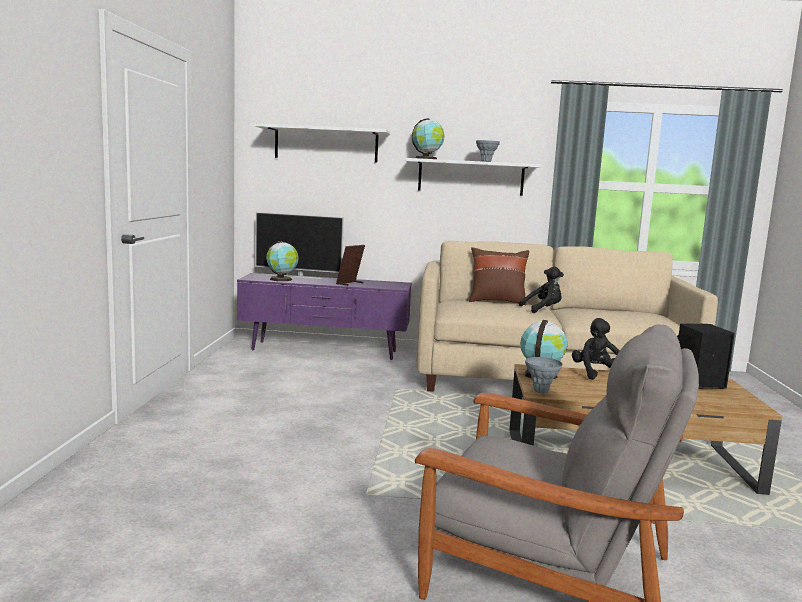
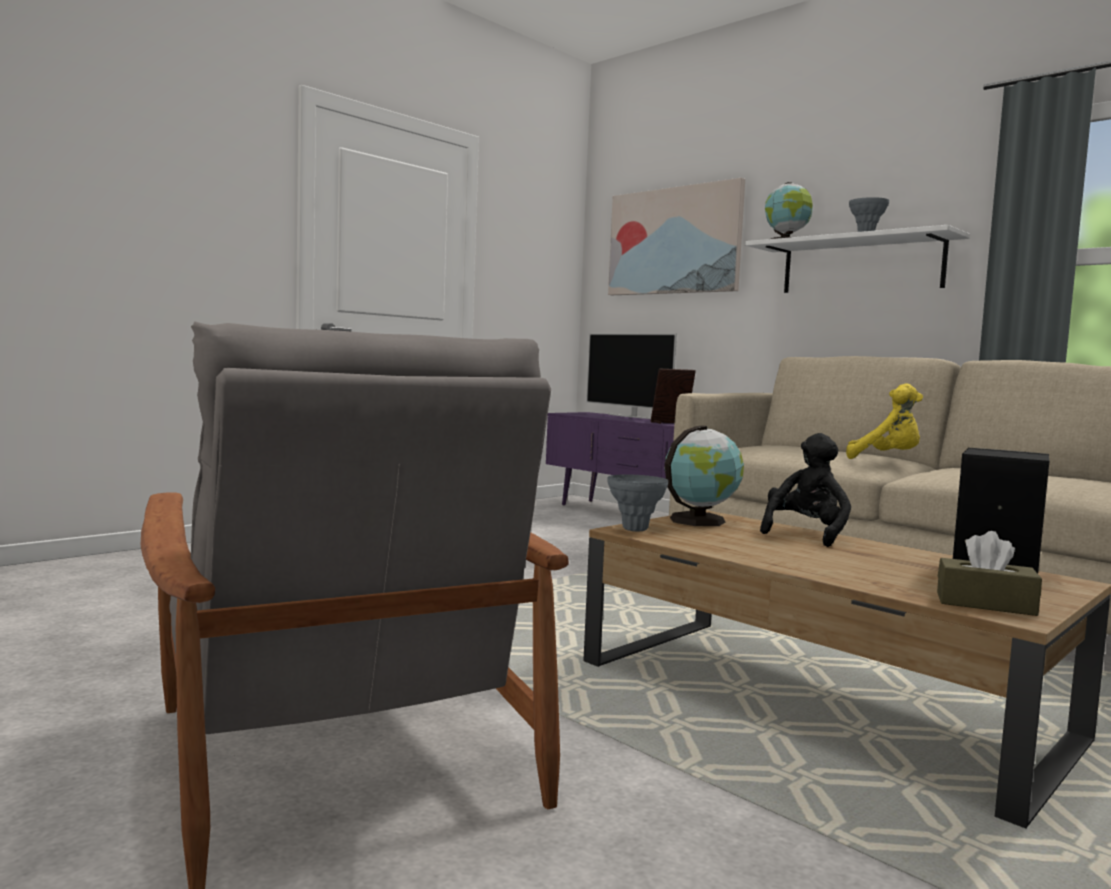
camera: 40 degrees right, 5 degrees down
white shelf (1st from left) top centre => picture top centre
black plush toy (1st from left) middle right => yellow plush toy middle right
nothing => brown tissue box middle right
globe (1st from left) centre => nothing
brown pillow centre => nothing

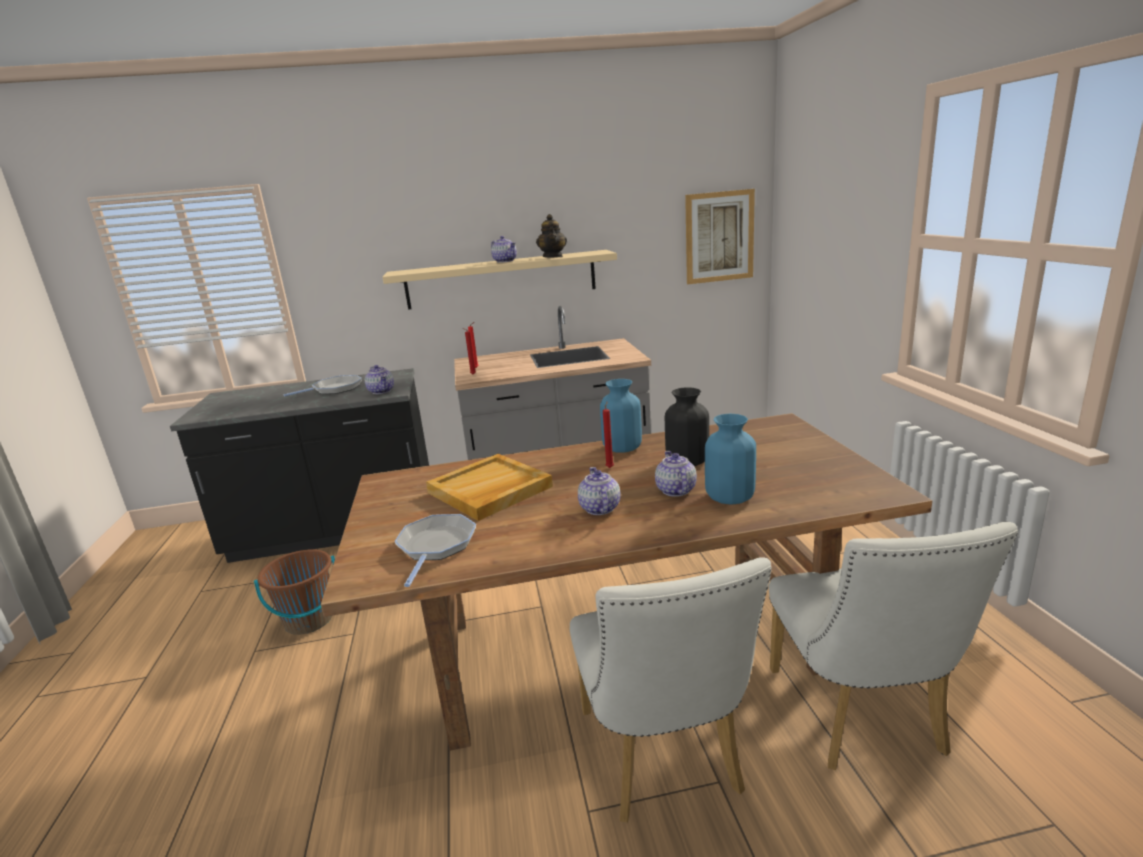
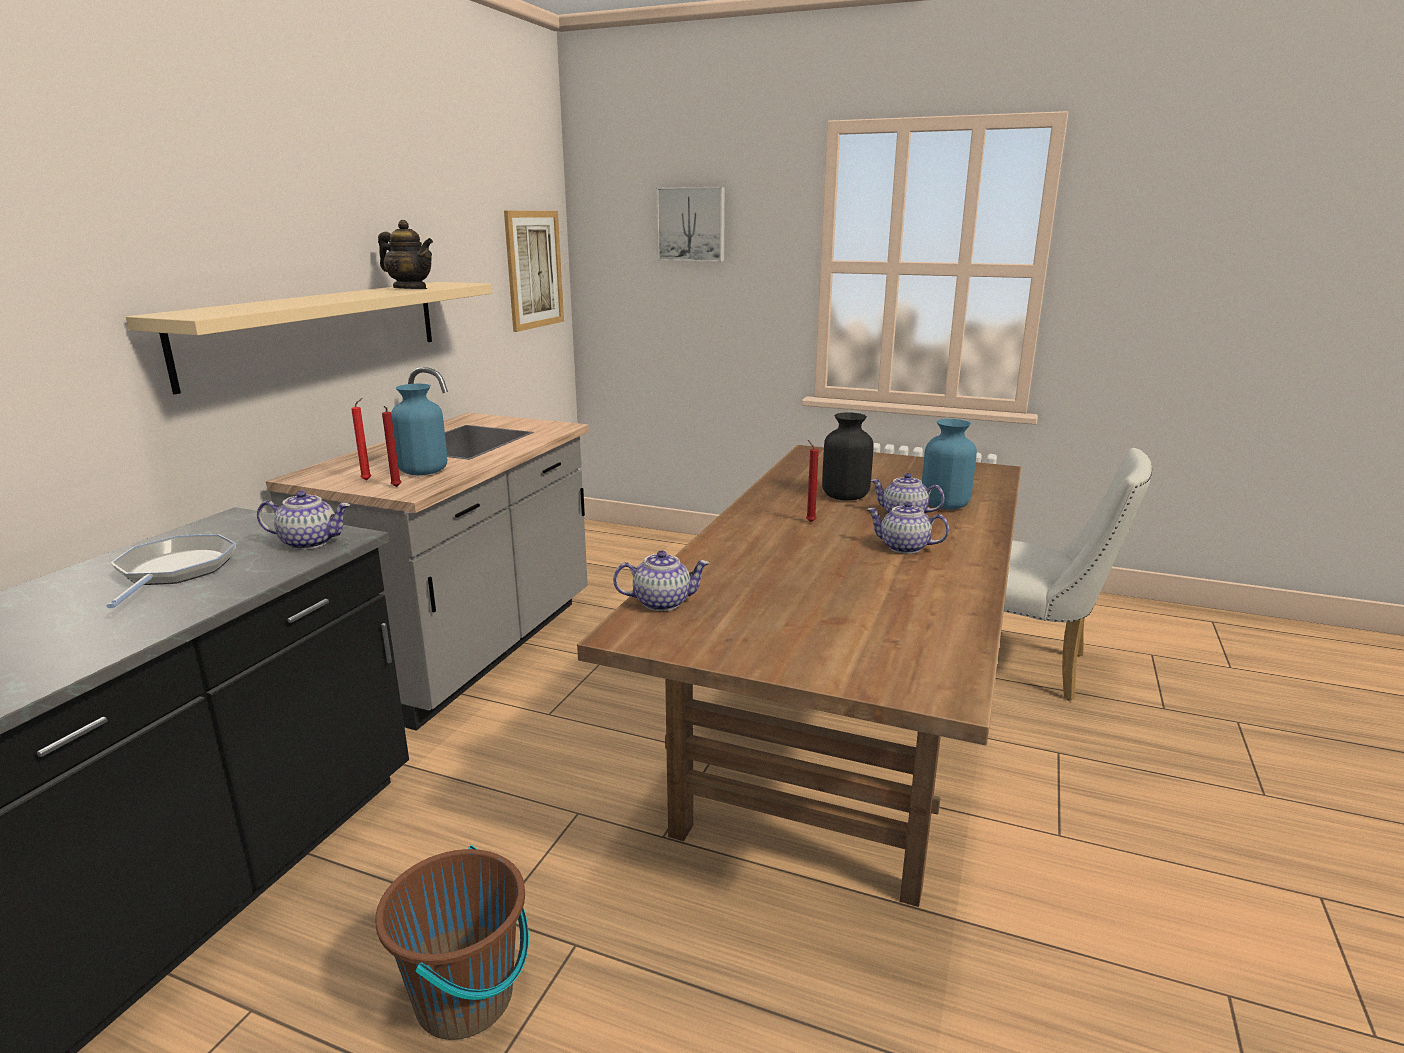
camera: 60 degrees left, 0 degrees up
blue vase (1st from left) centre => blue vase (1st from left) middle left, move
teapot (2nd from left in the first image) top centre => teapot (3rd from left) centre, move
nothing => picture (2nd from left) top centre
frying pan (2nd from left) centre => nothing
beige tray centre => nothing
white chair (1st from left) bottom centre => nothing

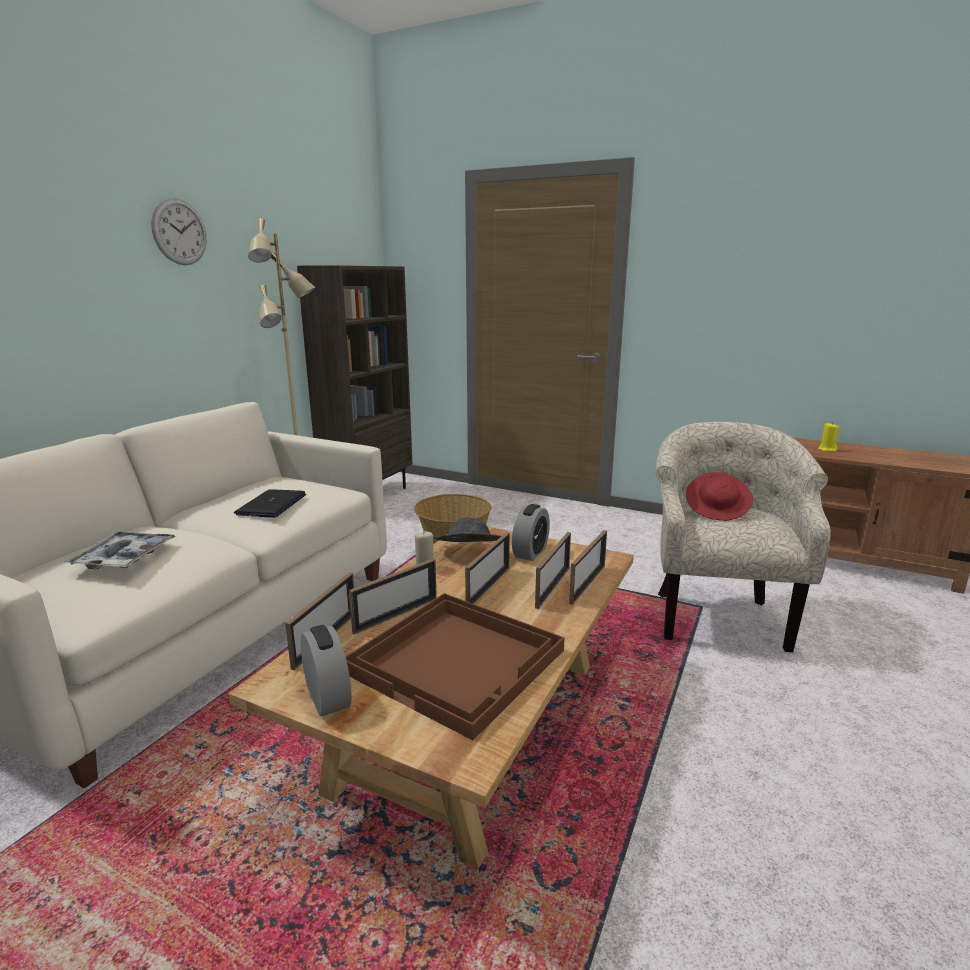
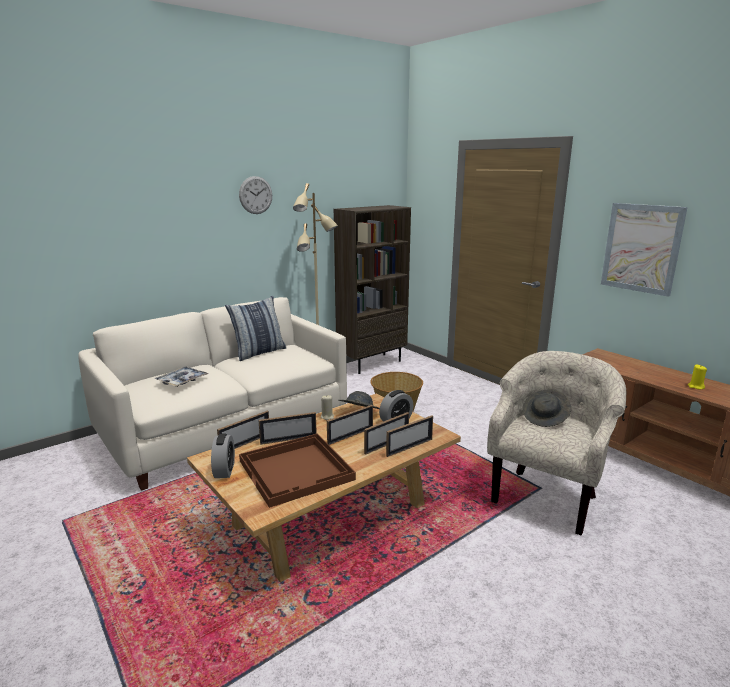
camera: 25 degrees right, 0 degrees up
nothing => pillow centre
red hat middle right => grey hat (2nd from left) middle right
nothing => picture middle right
laptop middle left => nothing

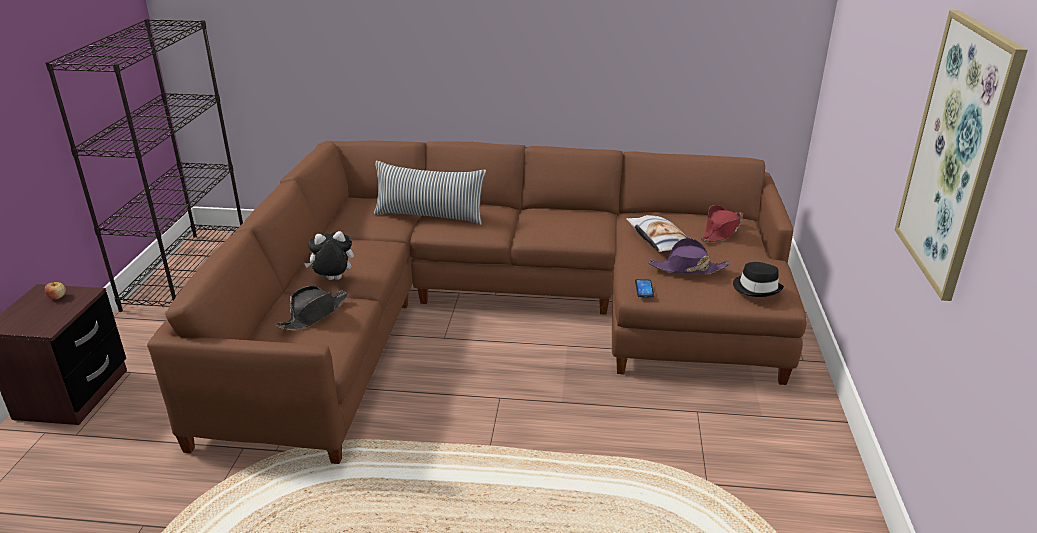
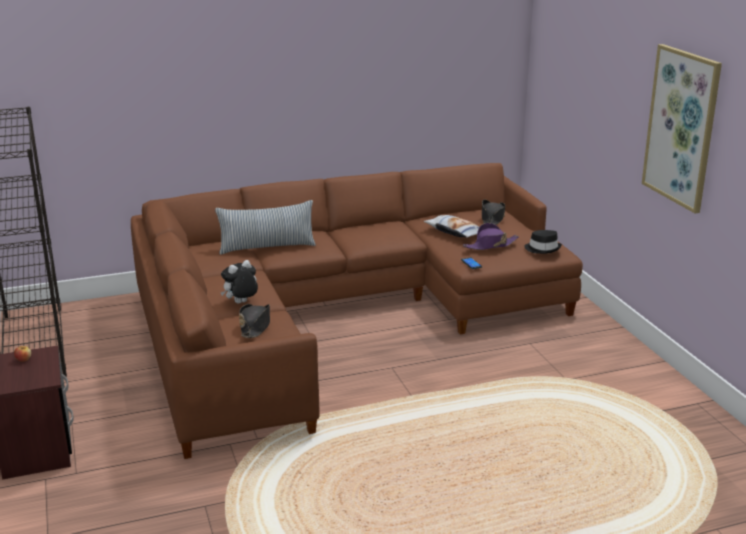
camera: 25 degrees left, 5 degrees down
red hat middle right => black hat (2nd from left) centre

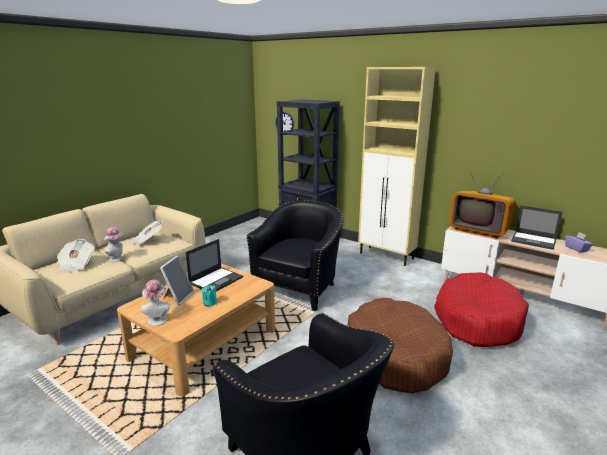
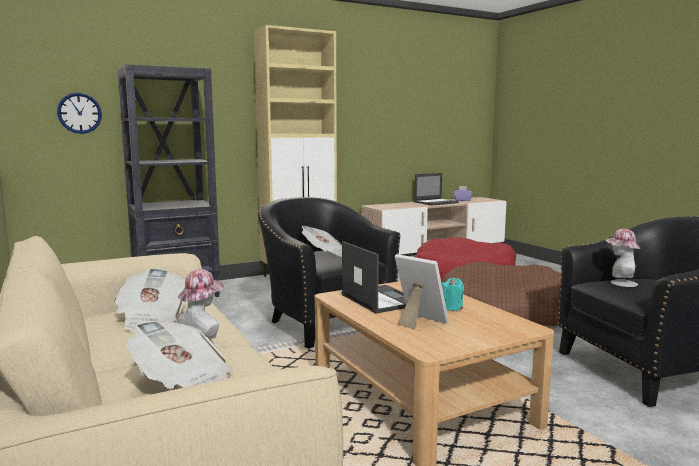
camera: 65 degrees left, 10 degrees down
nothing => newspaper (3rd from left) centre
hat (2nd from left) middle left => hat (2nd from left) middle right, move
television middle right => nothing

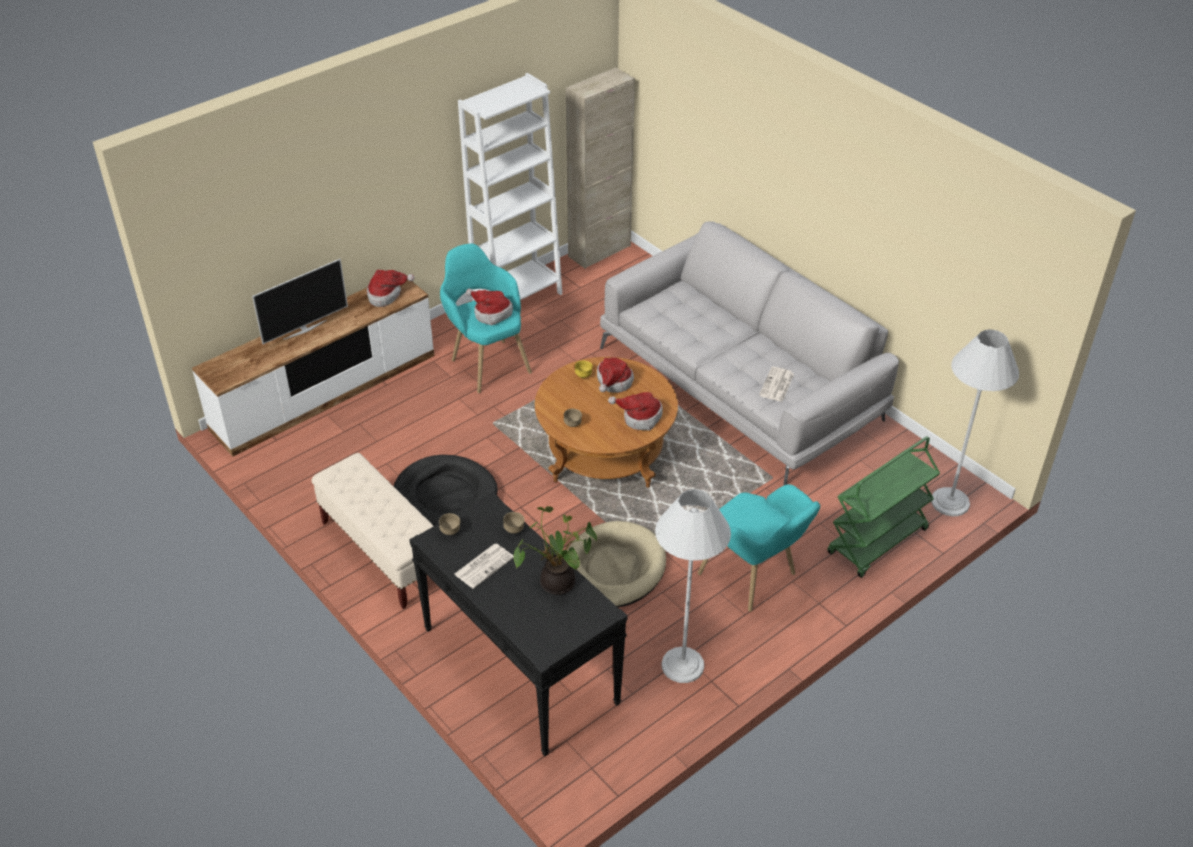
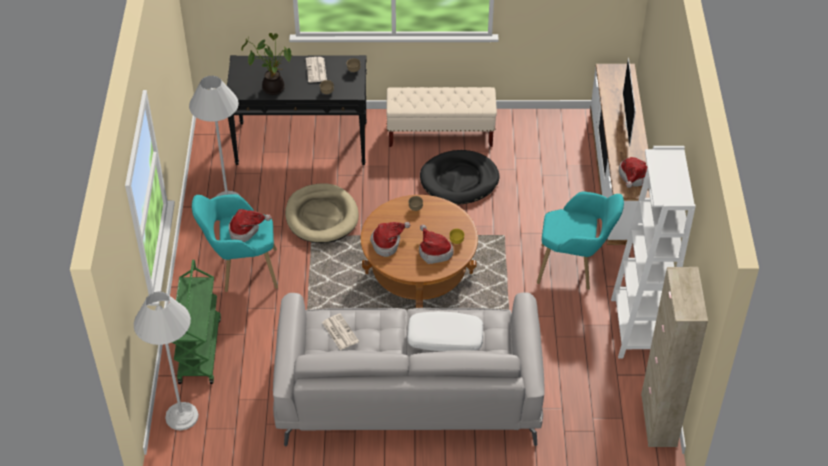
camera: 130 degrees right, 5 degrees up
hat (2nd from left in the first image) centre => hat (1st from left) middle left, move
nothing => white pillow bottom centre

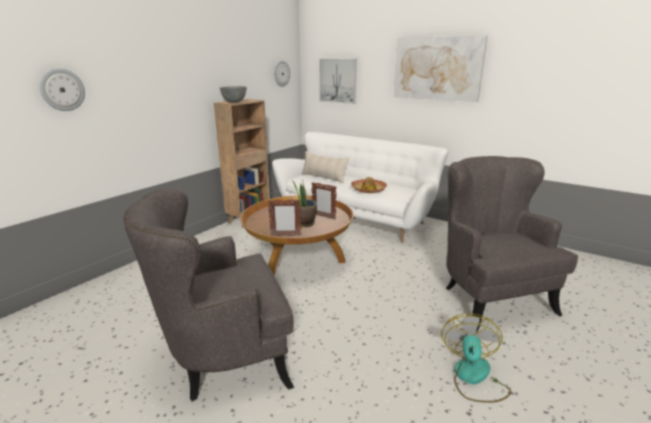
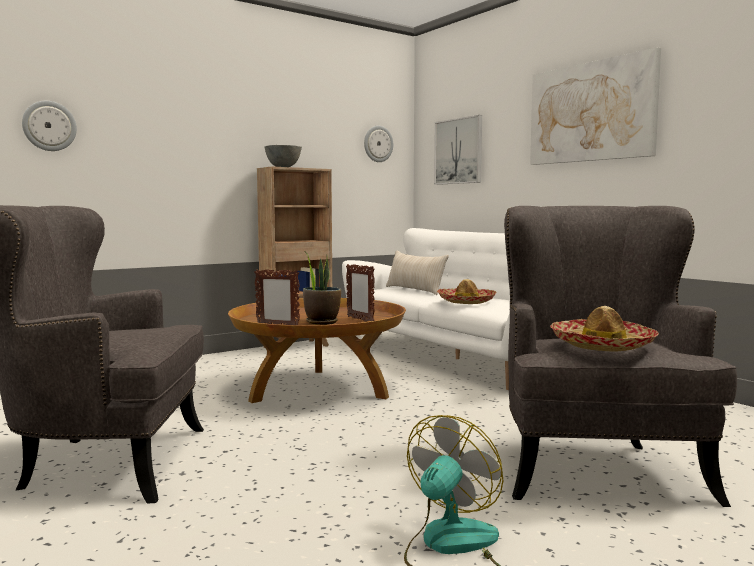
camera: 20 degrees right, 15 degrees down
nothing => hat (2nd from left) middle right

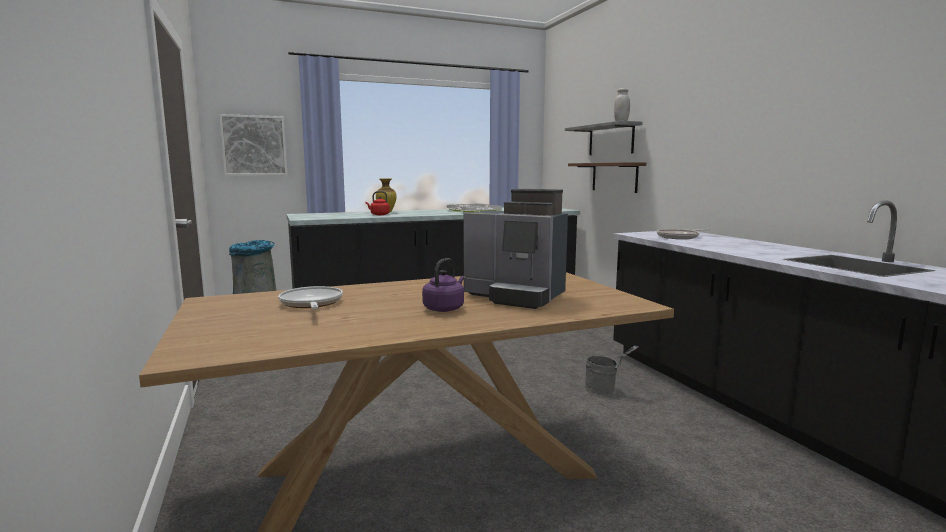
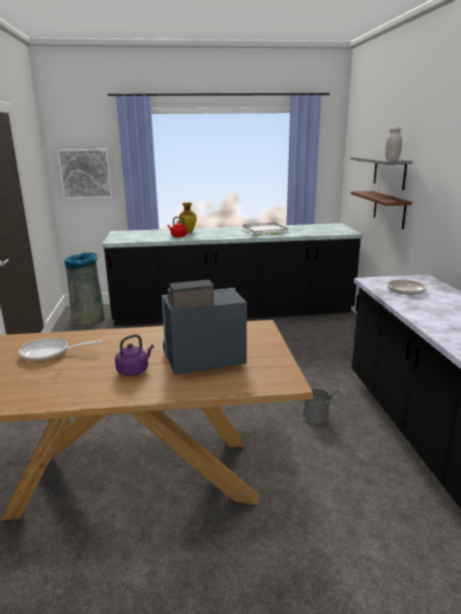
camera: 15 degrees right, 10 degrees up
frying pan (1st from left) middle left, 90 degrees counterclockwise
coffee machine centre, 120 degrees clockwise

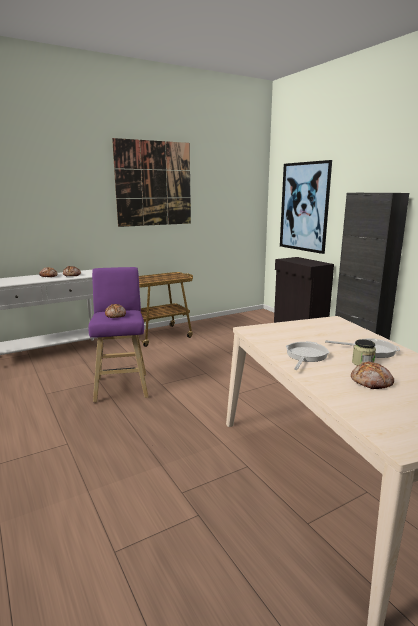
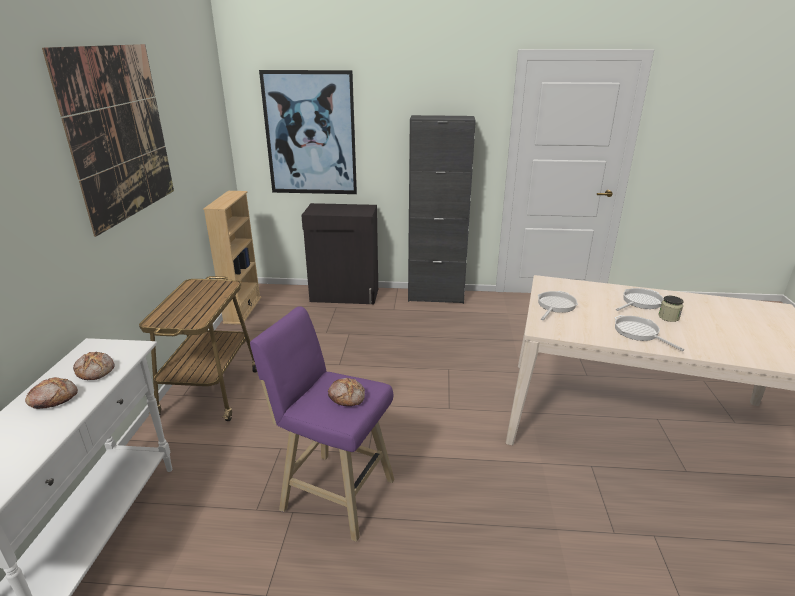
camera: 55 degrees left, 10 degrees up
nothing => beige bookcase middle left
nothing => frying pan (1st from left) middle right
bread (4th from left) middle right => nothing

